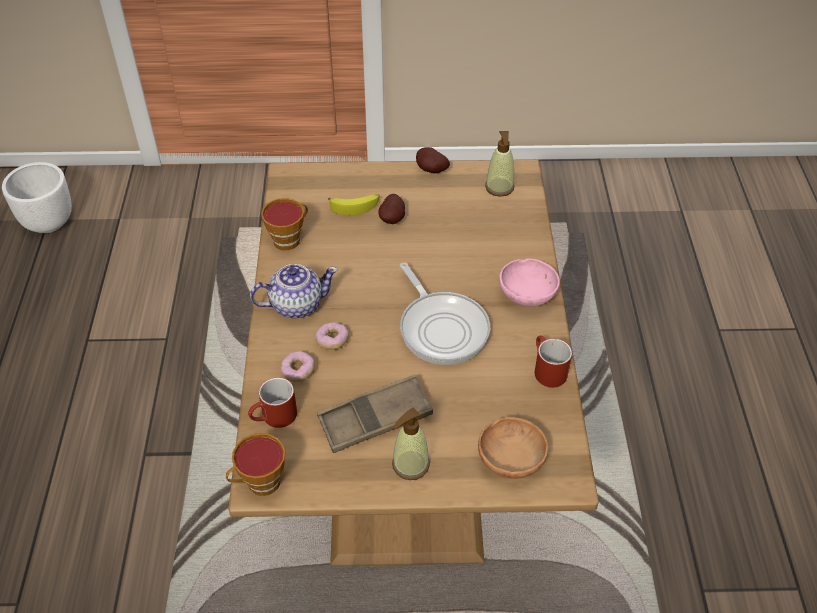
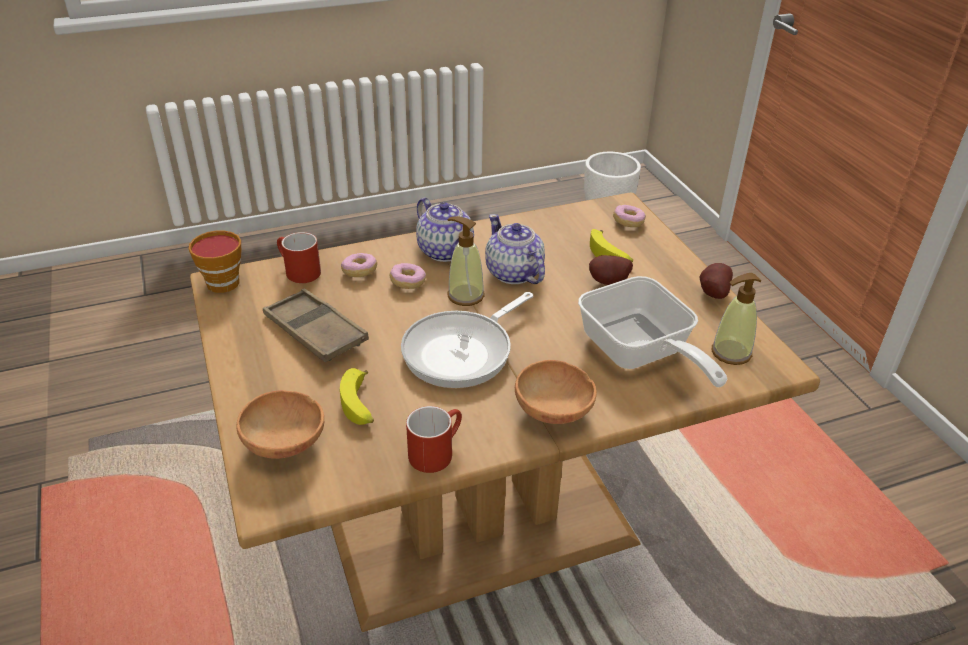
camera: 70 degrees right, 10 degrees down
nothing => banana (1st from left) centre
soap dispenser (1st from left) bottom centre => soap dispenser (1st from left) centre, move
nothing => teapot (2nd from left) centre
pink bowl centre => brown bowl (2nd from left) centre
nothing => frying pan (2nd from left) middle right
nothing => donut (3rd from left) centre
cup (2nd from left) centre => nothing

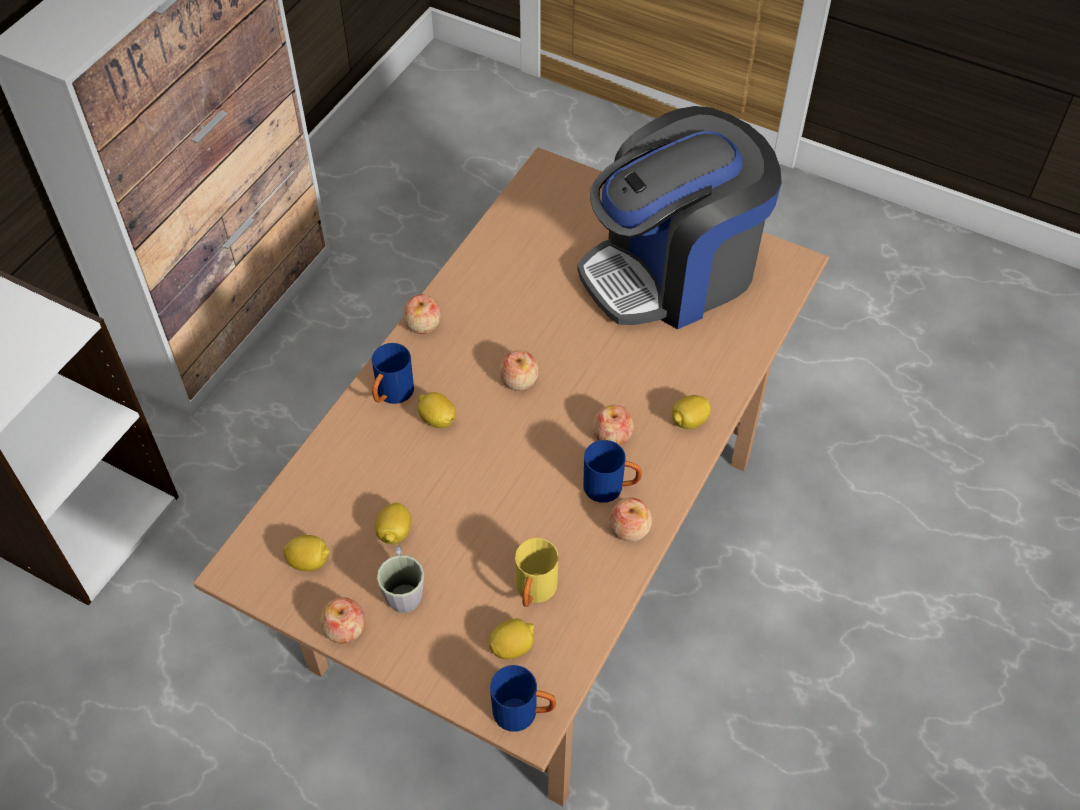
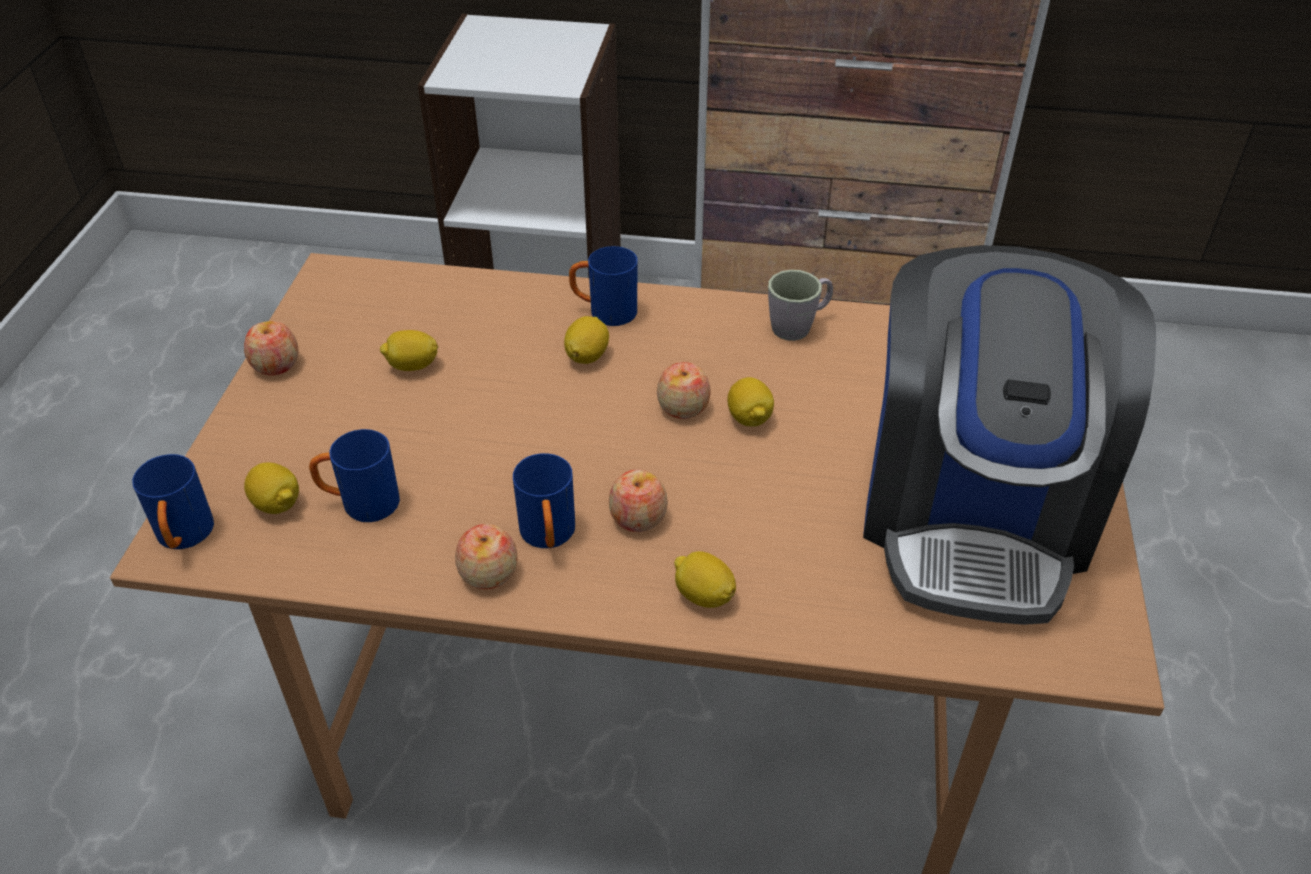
camera: 70 degrees right, 10 degrees down
yellow mug bottom centre => blue mug (2nd from left) middle left
lemon (1st from left in the first image) bottom left => lemon (5th from left) centre, move
grey mug bottom centre => grey mug centre, move
coffee machine top centre => coffee machine middle right, 120 degrees counterclockwise
apple (2nd from left) centre => nothing

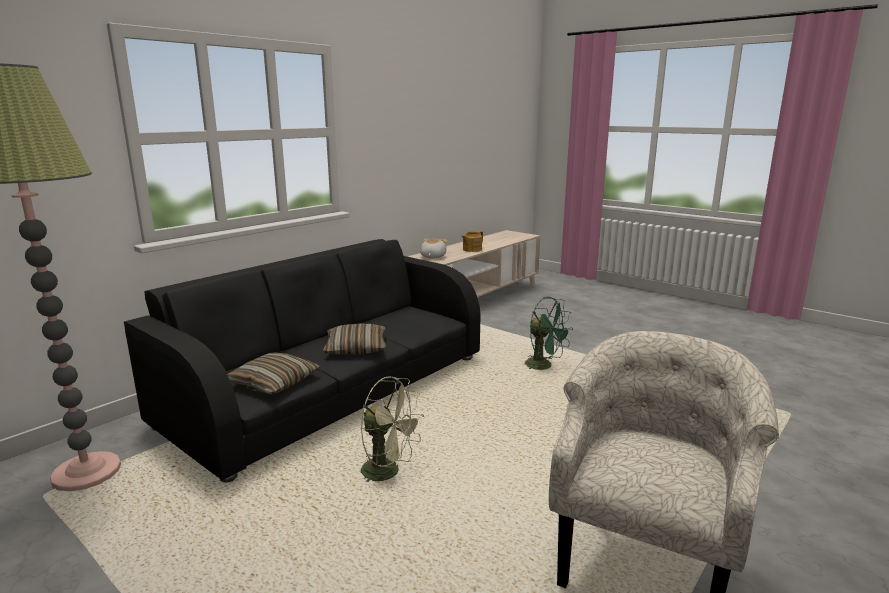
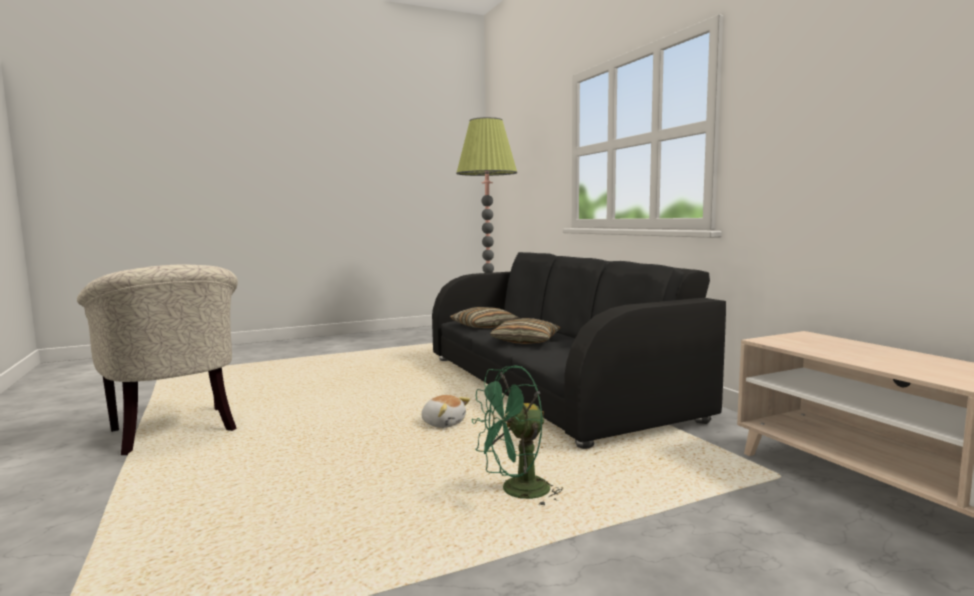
camera: 115 degrees right, 10 degrees down
plush toy centre => plush toy bottom centre, move
green fan (1st from left) bottom centre => nothing
teapot centre => nothing

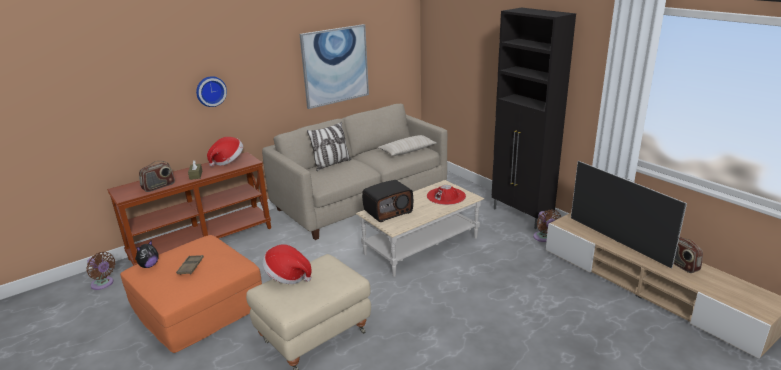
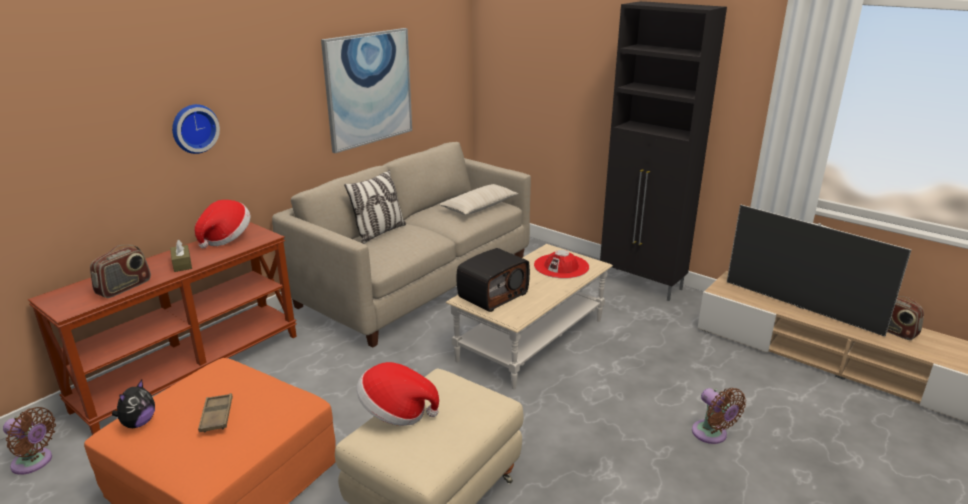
camera: 15 degrees left, 0 degrees up
brown fan (2nd from left) middle right => brown fan (2nd from left) bottom right, move

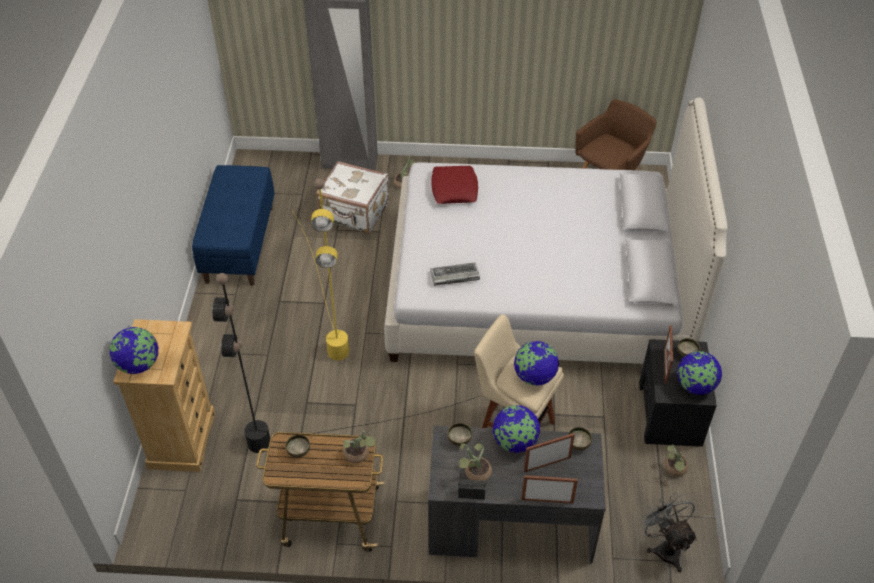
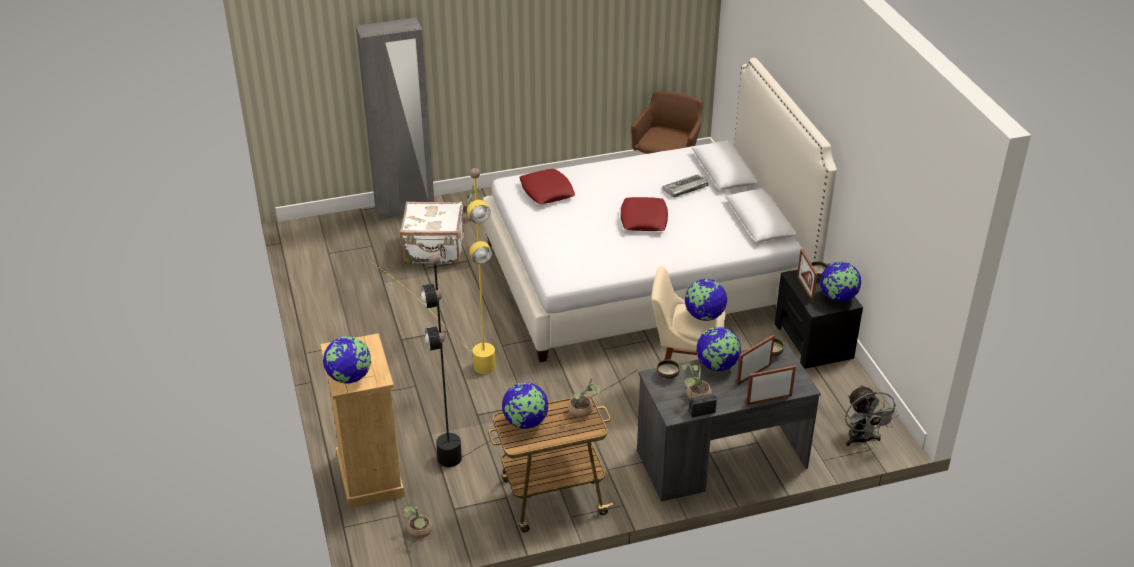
camera: 20 degrees left, 10 degrees down
potted plant (4th from left in the first image) bottom right => potted plant (1st from left) bottom centre, move
bowl (1st from left) bottom centre => globe (2nd from left) bottom centre
nothing => red pillow (2nd from left) centre
keyboard centre => keyboard top centre, move
grey fan bottom right, 150 degrees counterclockwise
blue bench middle left => nothing

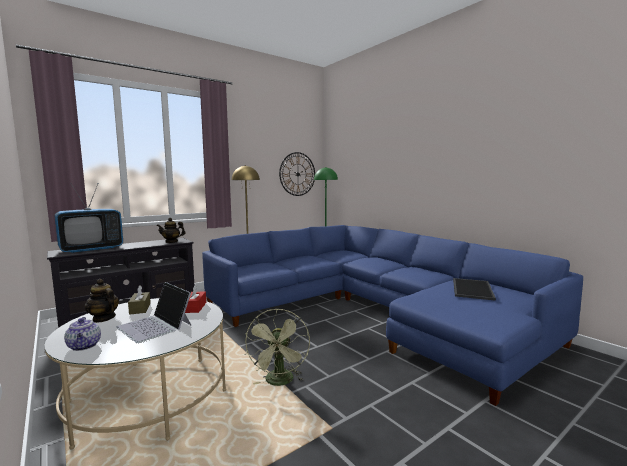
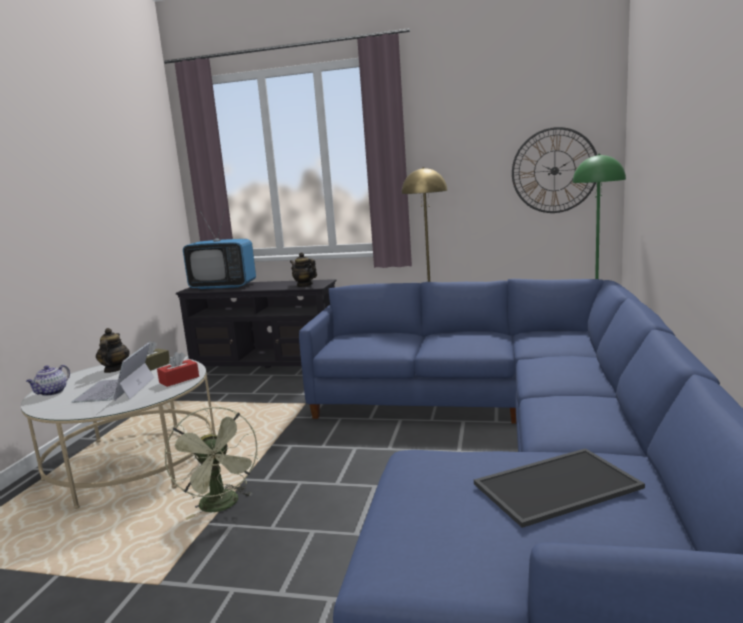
camera: 50 degrees right, 5 degrees up
green fan bottom centre => green fan bottom left, 75 degrees counterclockwise

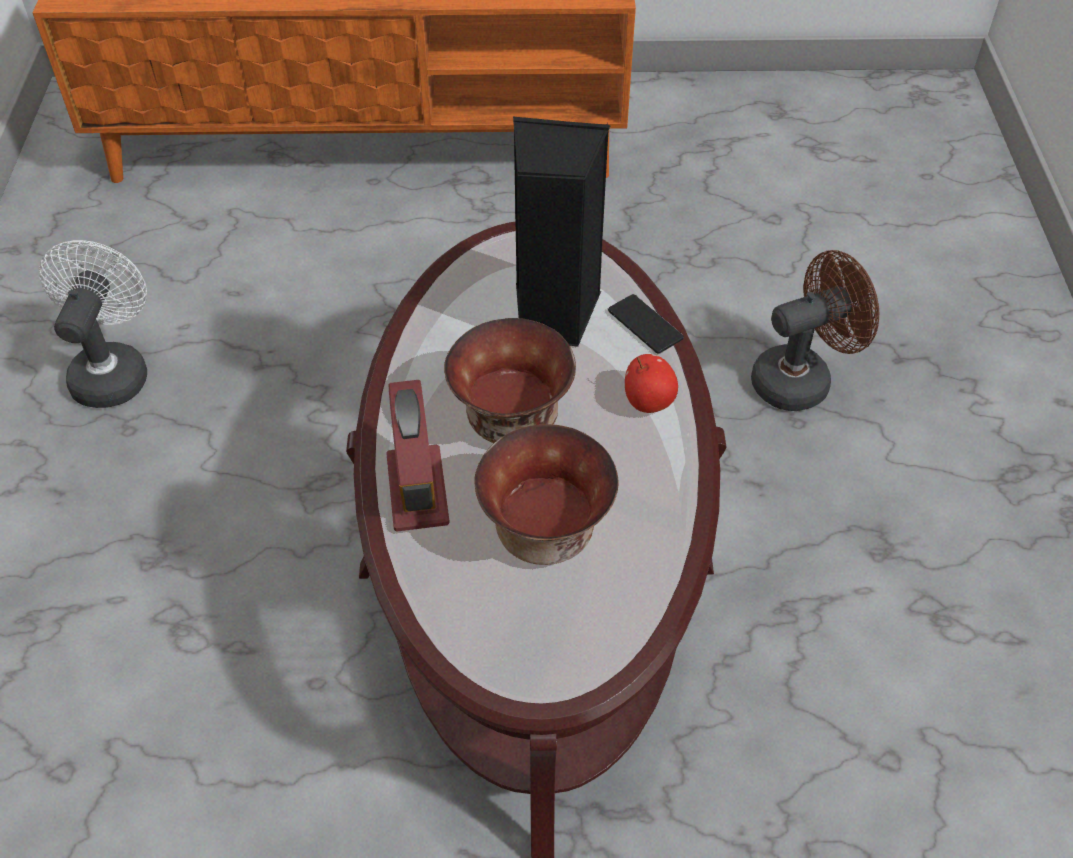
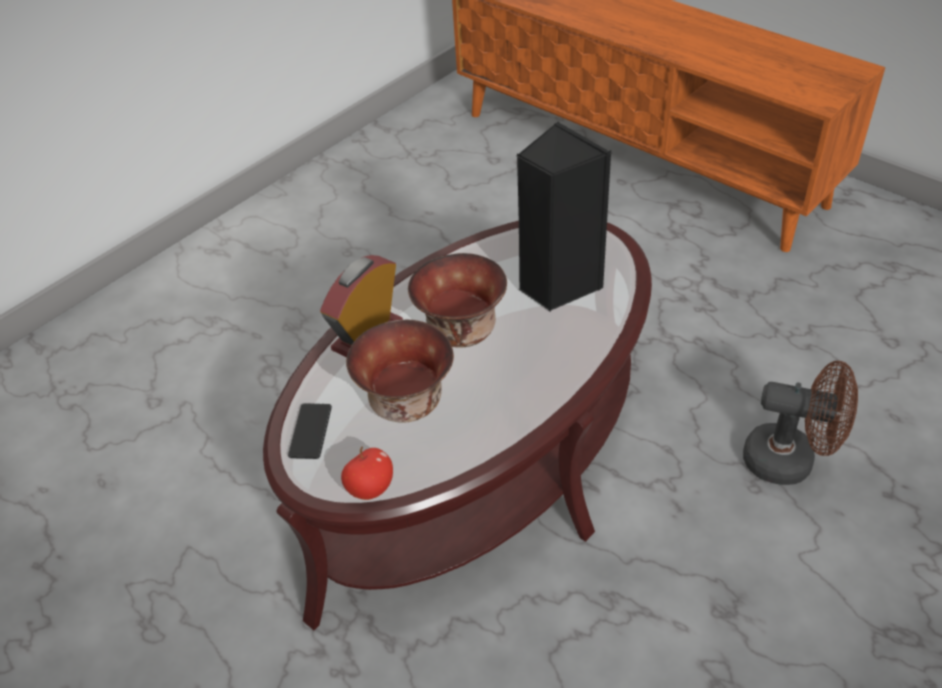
camera: 45 degrees right, 5 degrees down
phone centre => phone middle left, move
apple centre => apple bottom centre, move
white fan middle left => nothing

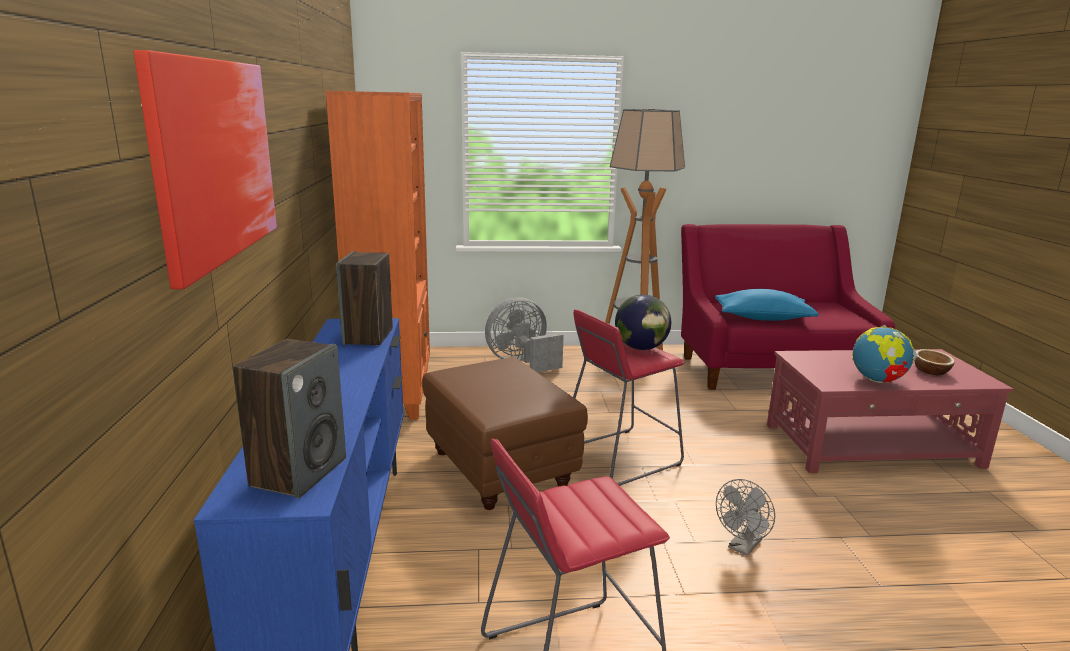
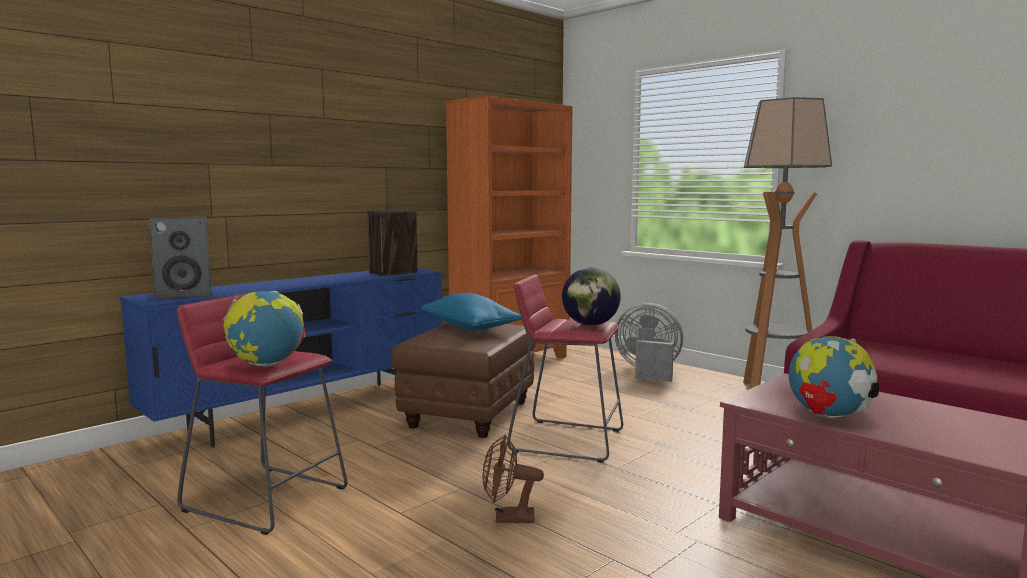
camera: 50 degrees right, 10 degrees down
nothing => globe (1st from left) middle left
blue pillow middle right => blue pillow centre, move
grey fan (2nd from left) bottom right => brown fan bottom centre
picture top left => nothing
bowl middle right => nothing

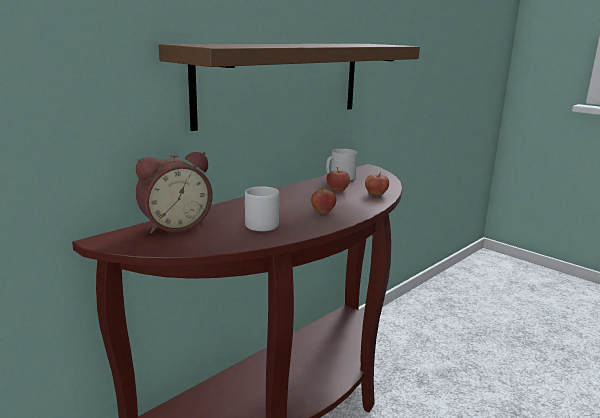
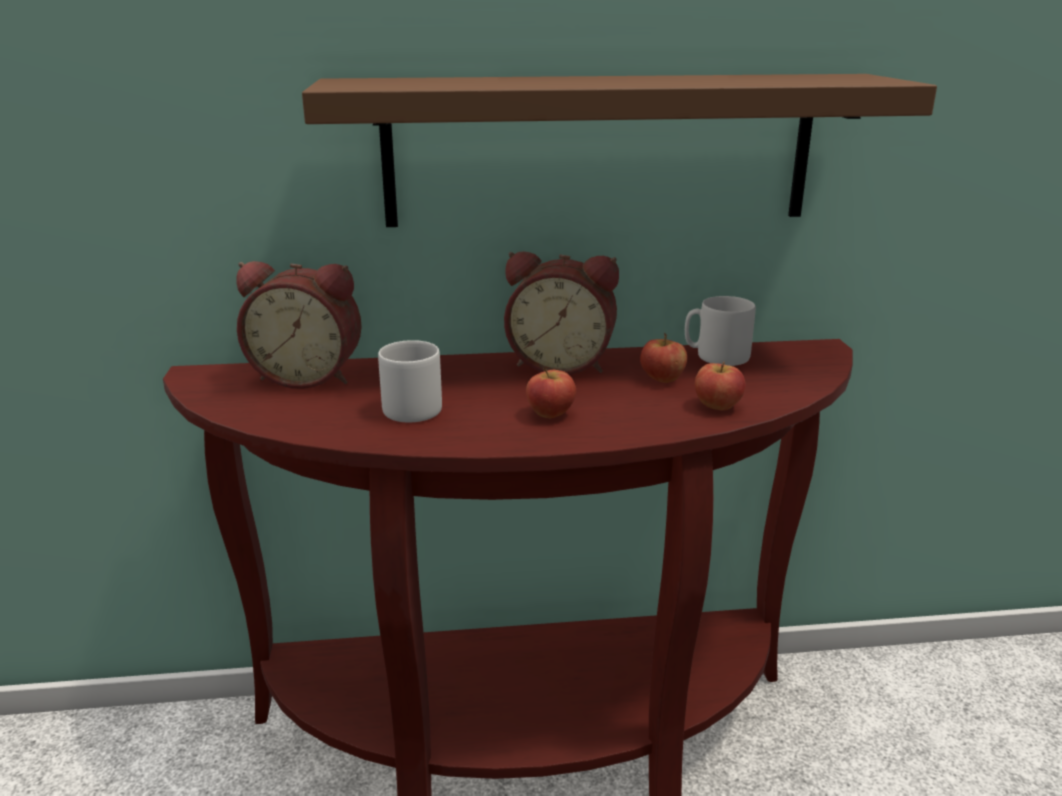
camera: 40 degrees right, 5 degrees up
nothing => alarm clock (2nd from left) centre

